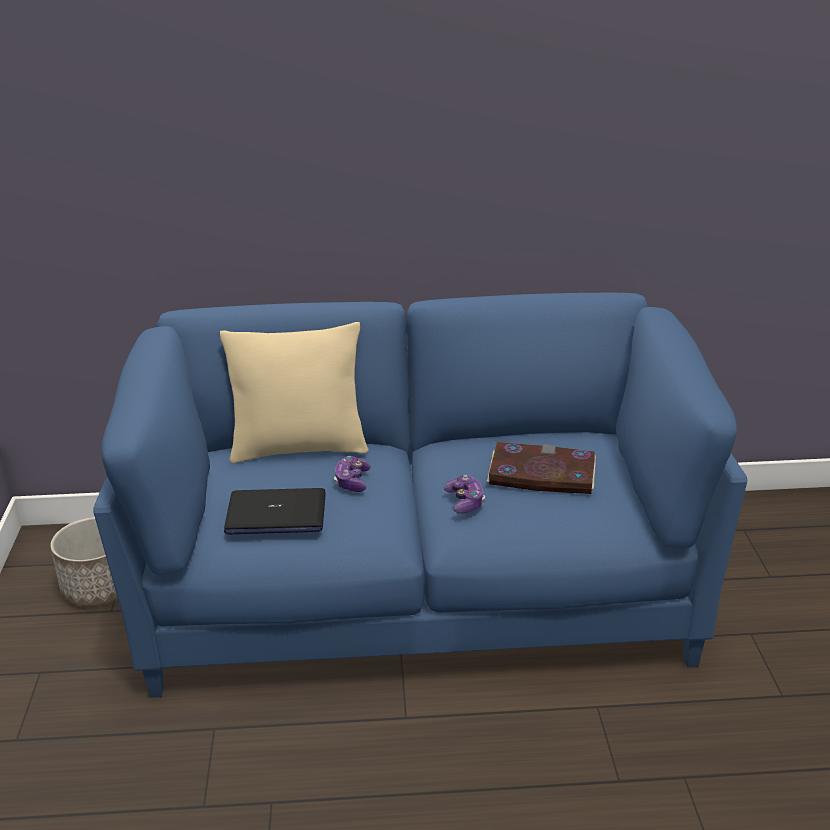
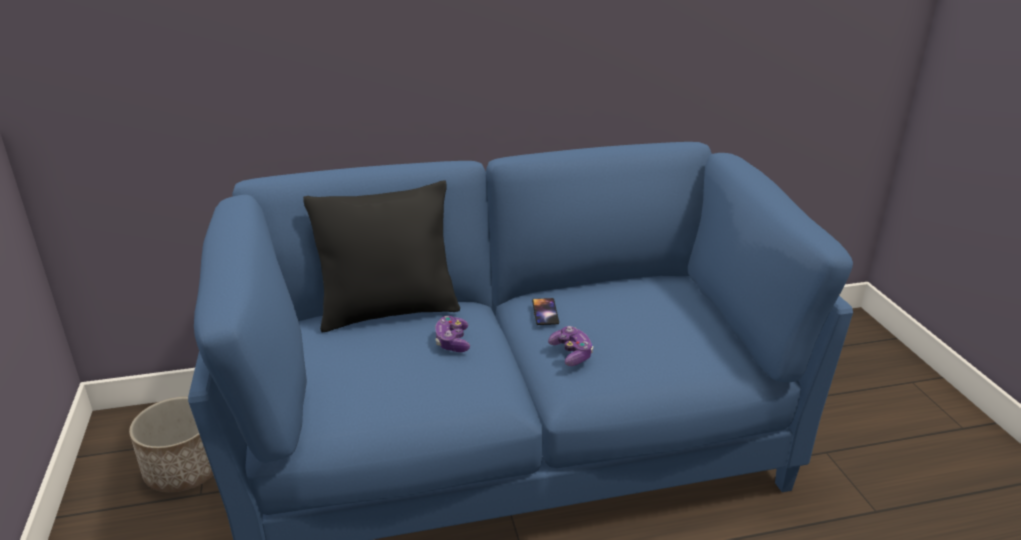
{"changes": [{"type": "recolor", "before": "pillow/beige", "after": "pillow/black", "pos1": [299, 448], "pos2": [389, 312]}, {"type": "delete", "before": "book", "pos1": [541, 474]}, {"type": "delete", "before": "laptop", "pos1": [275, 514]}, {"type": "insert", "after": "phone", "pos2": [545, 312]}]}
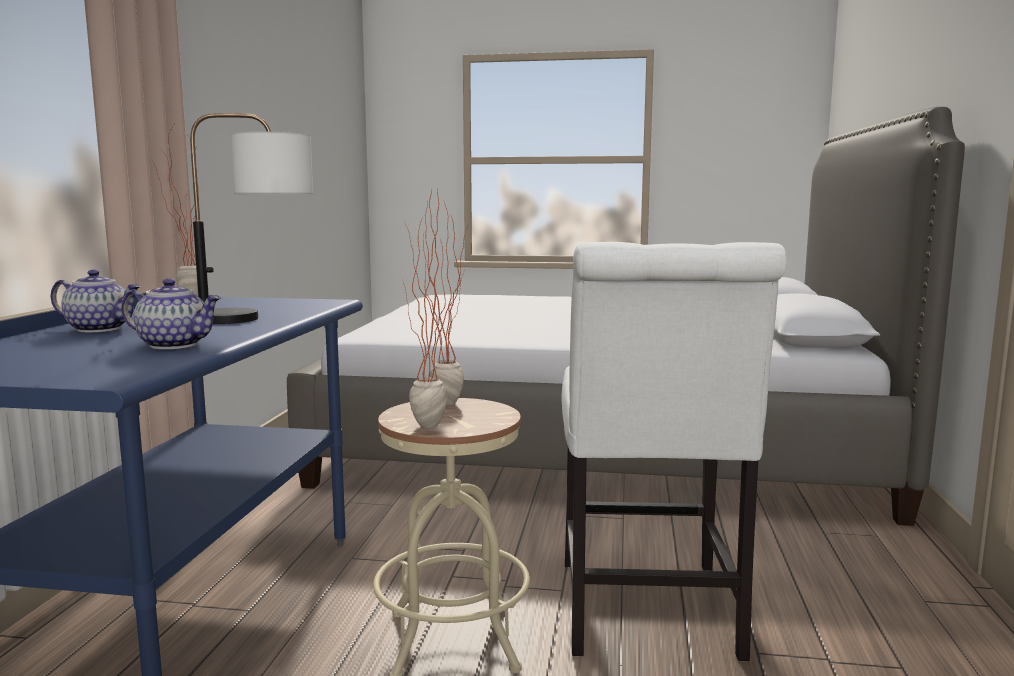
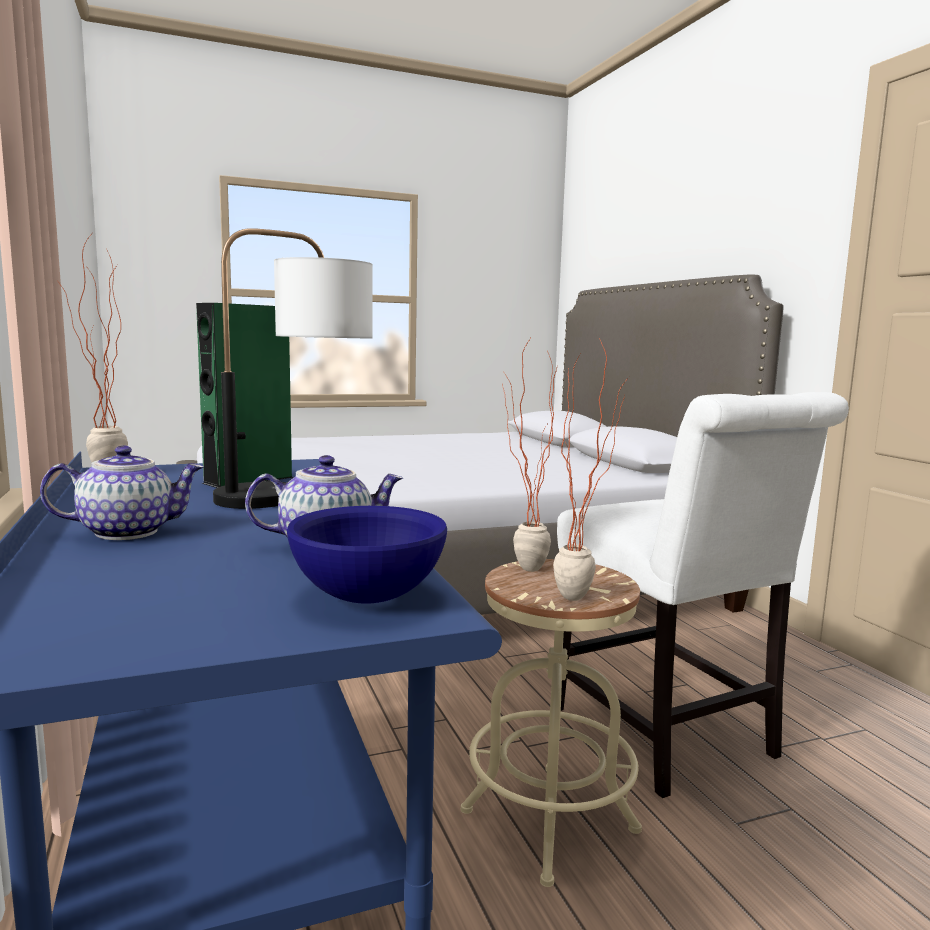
{"changes": [{"type": "insert", "after": "speaker/green", "pos2": [248, 480]}, {"type": "insert", "after": "bowl/blue", "pos2": [366, 596]}]}
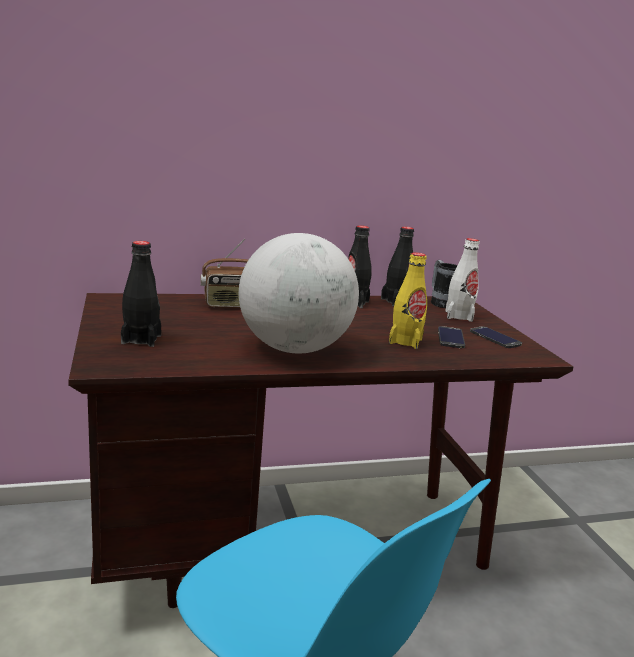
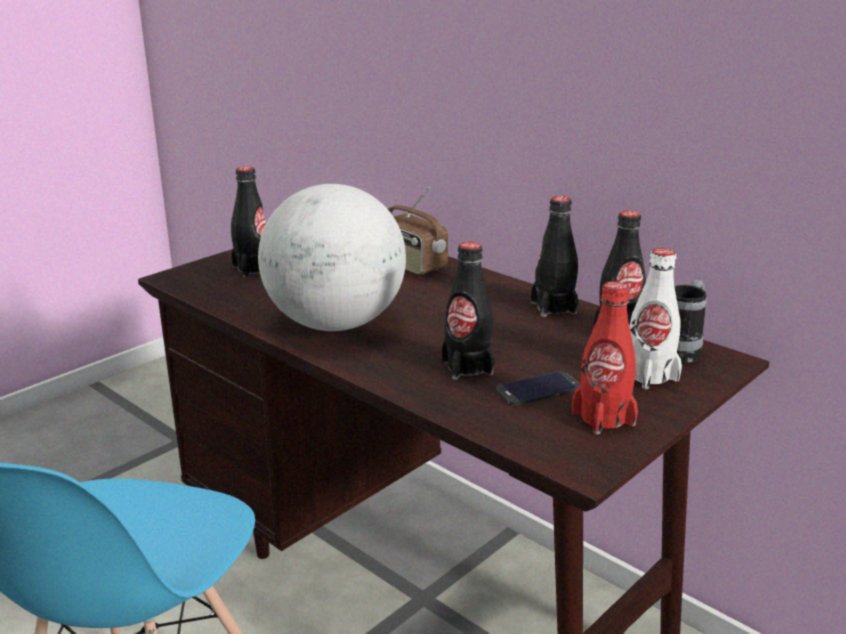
{"changes": [{"type": "recolor", "before": "bottle/yellow", "after": "bottle/black", "pos1": [405, 341], "pos2": [467, 367]}, {"type": "replace", "before": "phone", "after": "bottle/red", "pos1": [495, 338], "pos2": [603, 418]}]}
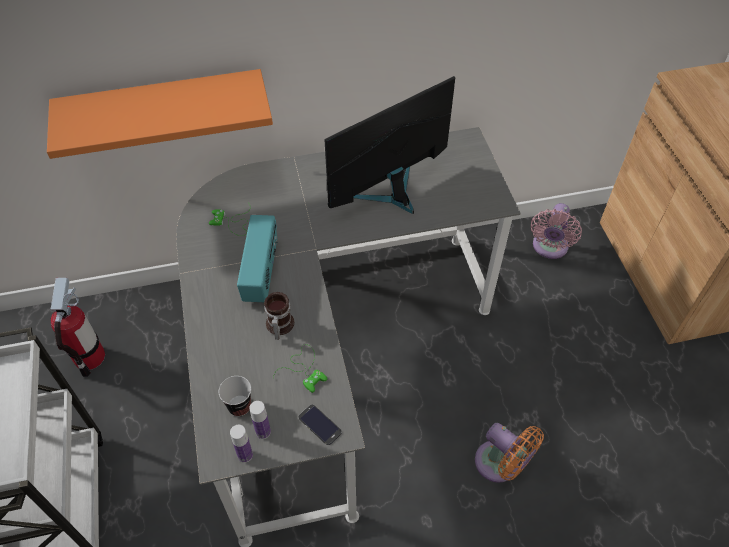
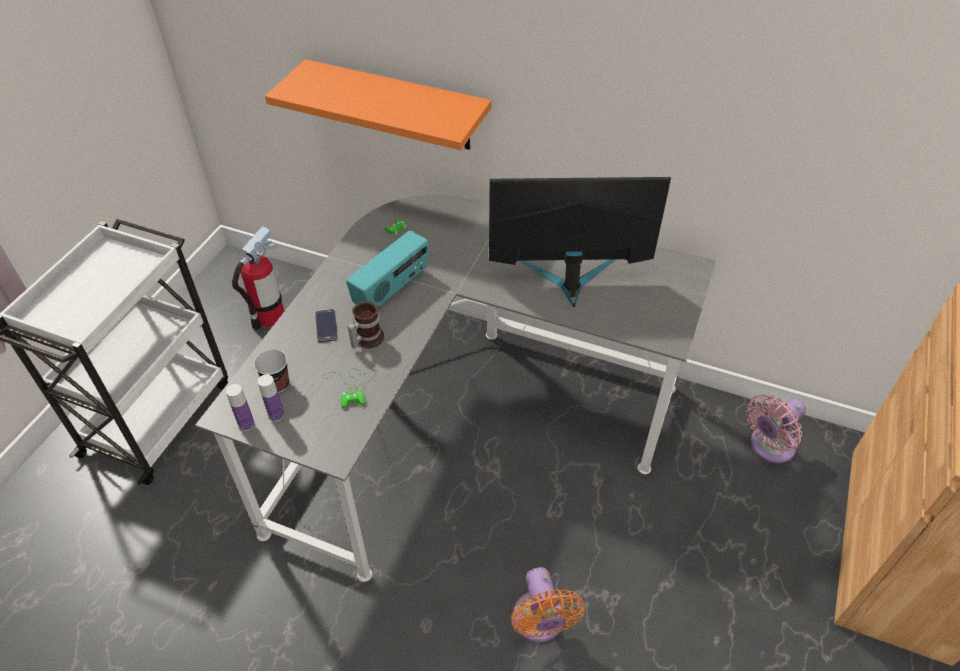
{"changes": [{"type": "move", "before": "phone", "pos1": [319, 425], "pos2": [326, 326]}]}
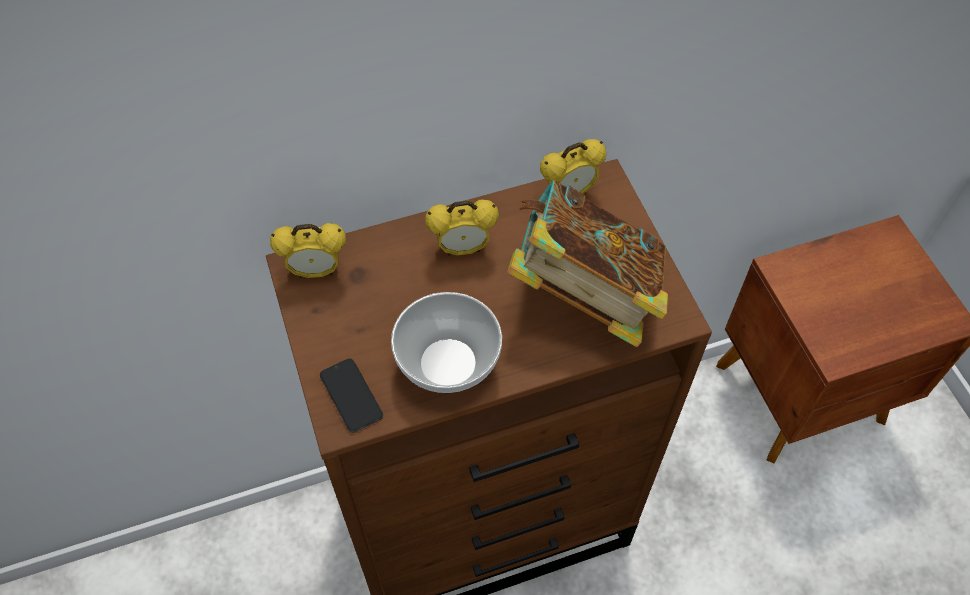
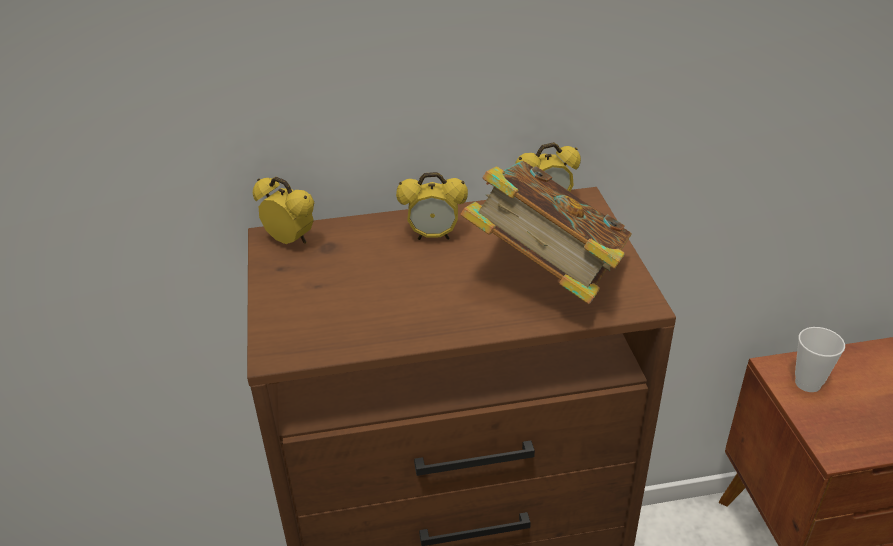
{"changes": [{"type": "rotate", "before": "alarm clock", "pos1": [316, 271], "pos2": [290, 241], "turn": -150}, {"type": "delete", "before": "bowl", "pos1": [450, 364]}, {"type": "delete", "before": "phone", "pos1": [351, 395]}, {"type": "insert", "after": "cup", "pos2": [808, 383]}]}
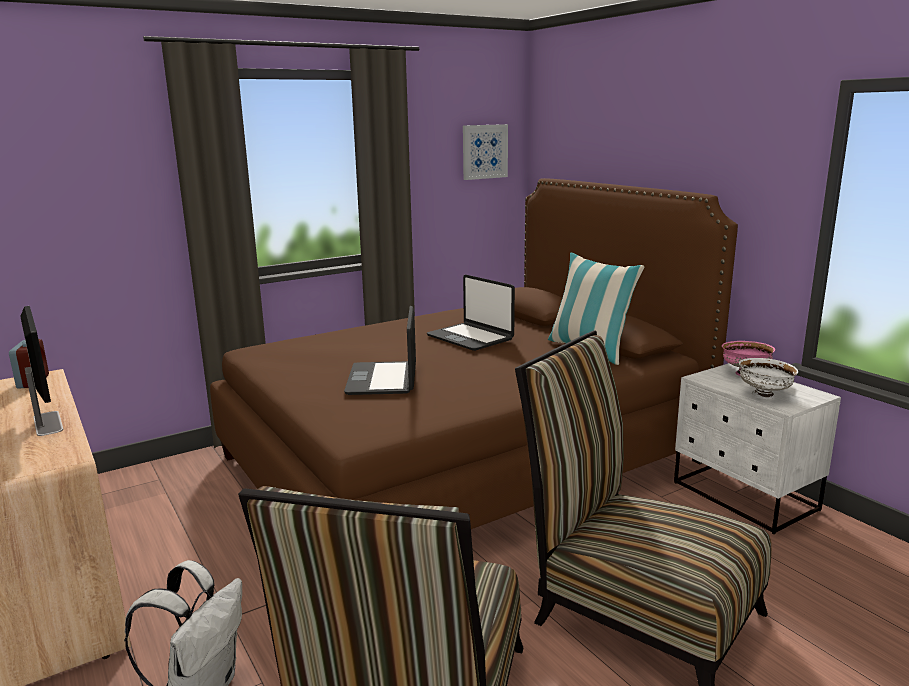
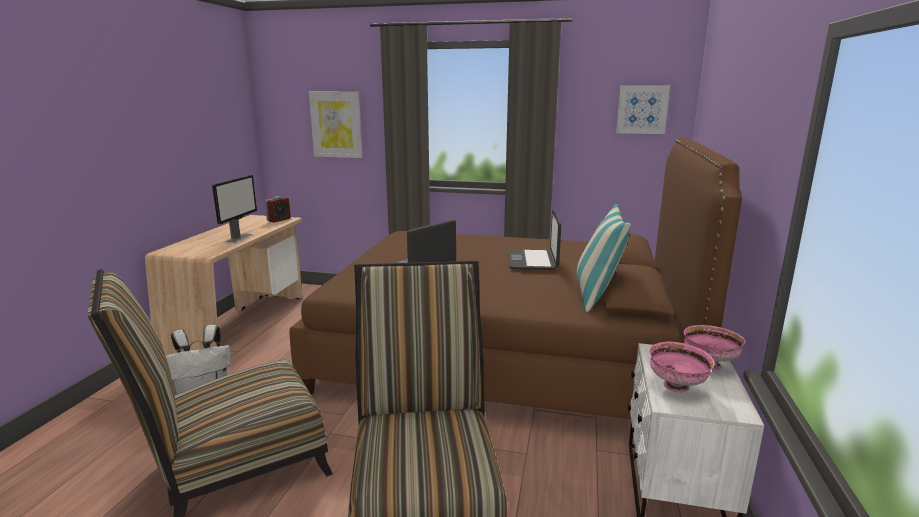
{"changes": [{"type": "recolor", "before": "bowl/white", "after": "bowl/pink", "pos1": [764, 395], "pos2": [677, 386]}, {"type": "insert", "after": "picture", "pos2": [336, 124]}]}
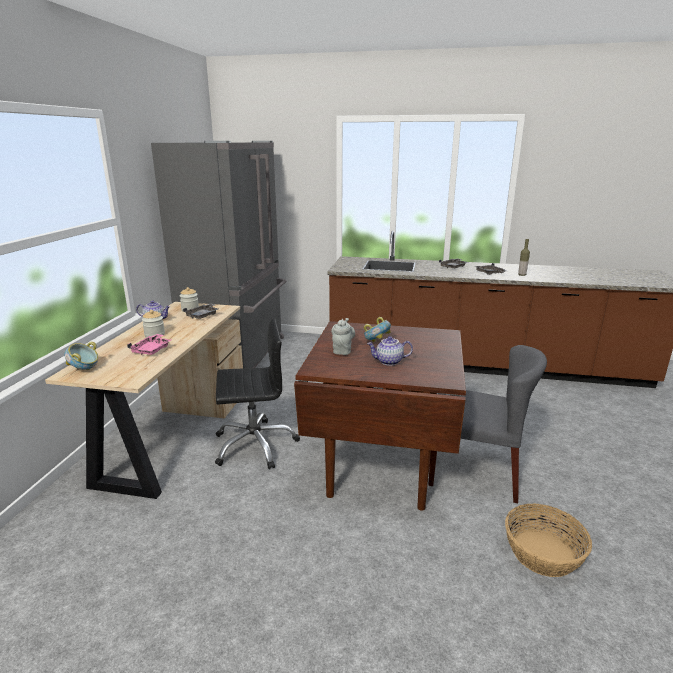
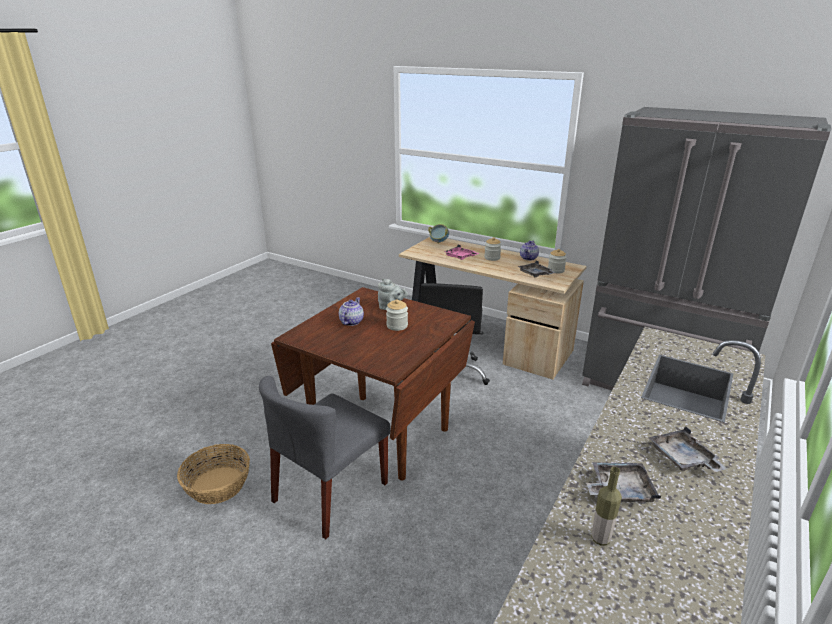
{"changes": [{"type": "replace", "before": "bowl", "after": "jar", "pos1": [376, 342], "pos2": [397, 326]}]}
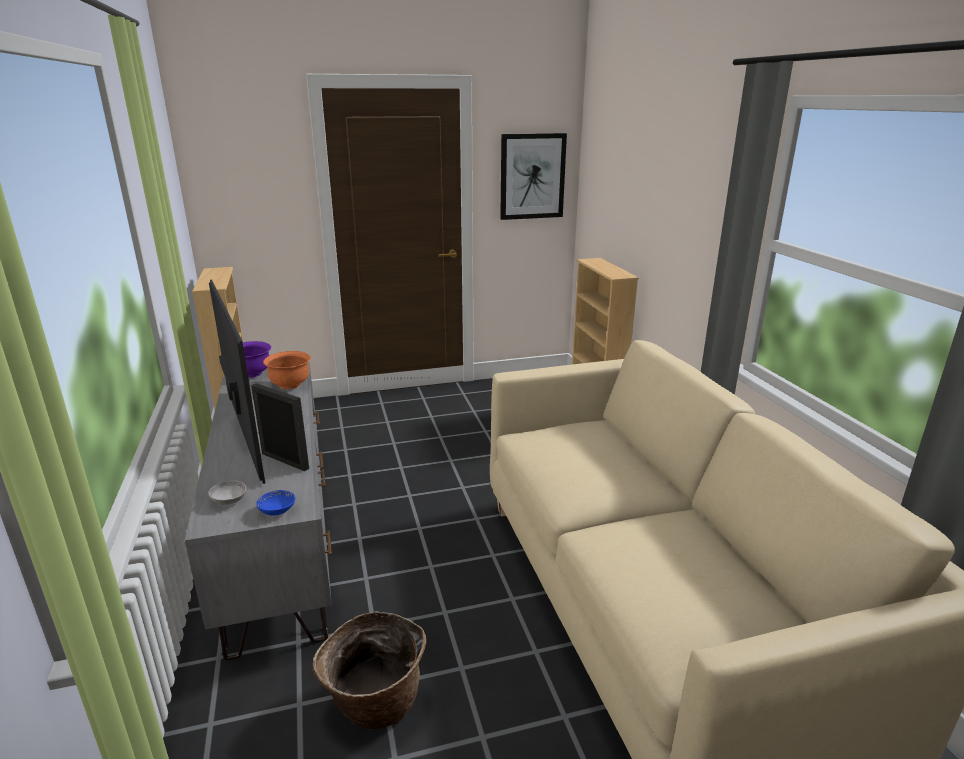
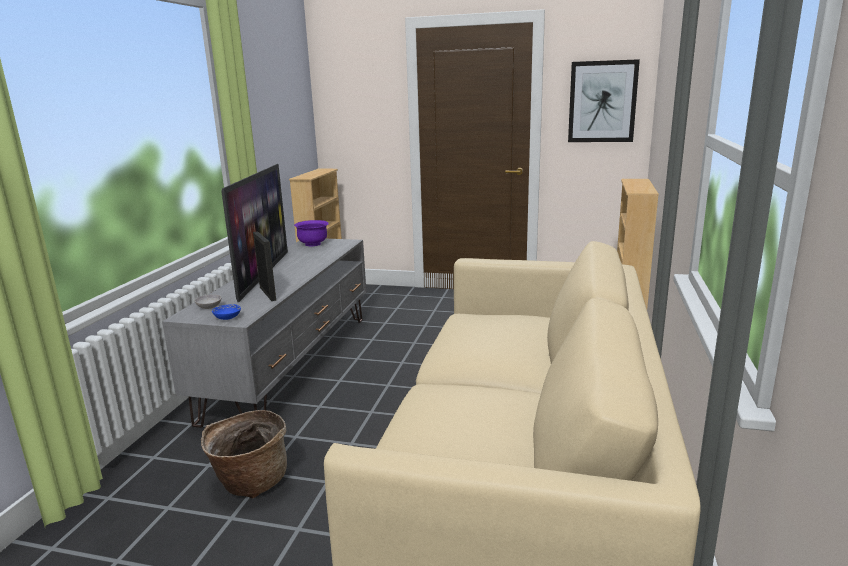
{"changes": [{"type": "delete", "before": "bowl/orange", "pos1": [290, 385]}]}
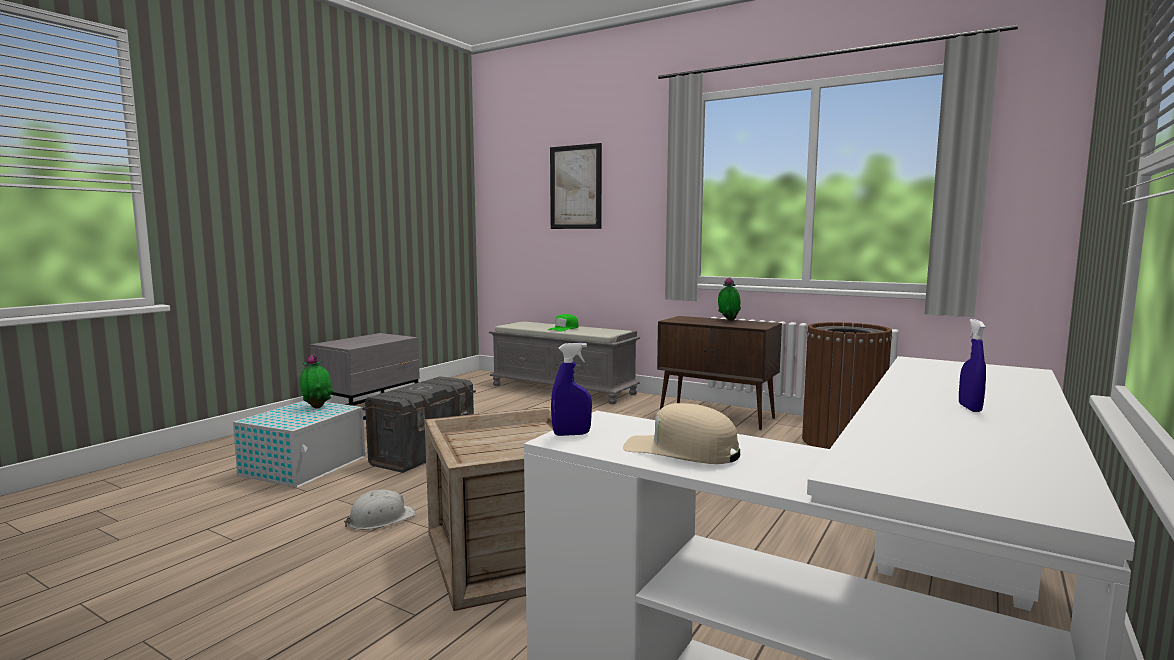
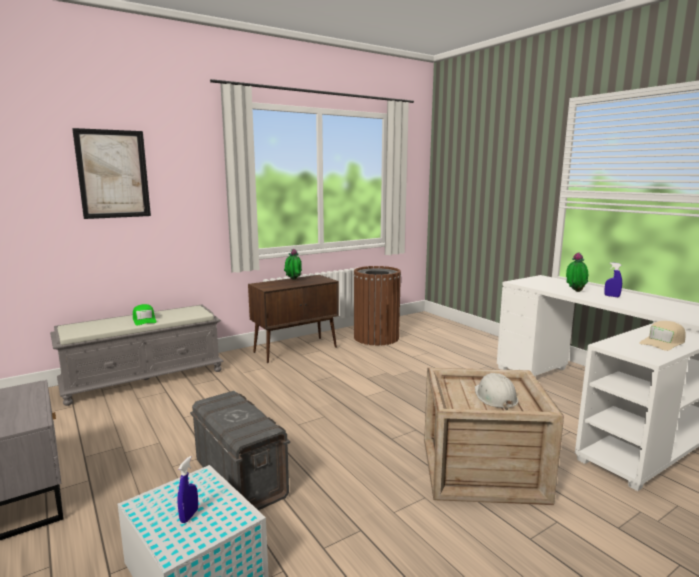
{"changes": [{"type": "move", "before": "spray bottle/blue", "pos1": [571, 434], "pos2": [189, 516]}, {"type": "move", "before": "potted plant", "pos1": [317, 407], "pos2": [575, 291]}, {"type": "move", "before": "hard hat/white", "pos1": [380, 519], "pos2": [495, 397]}]}
